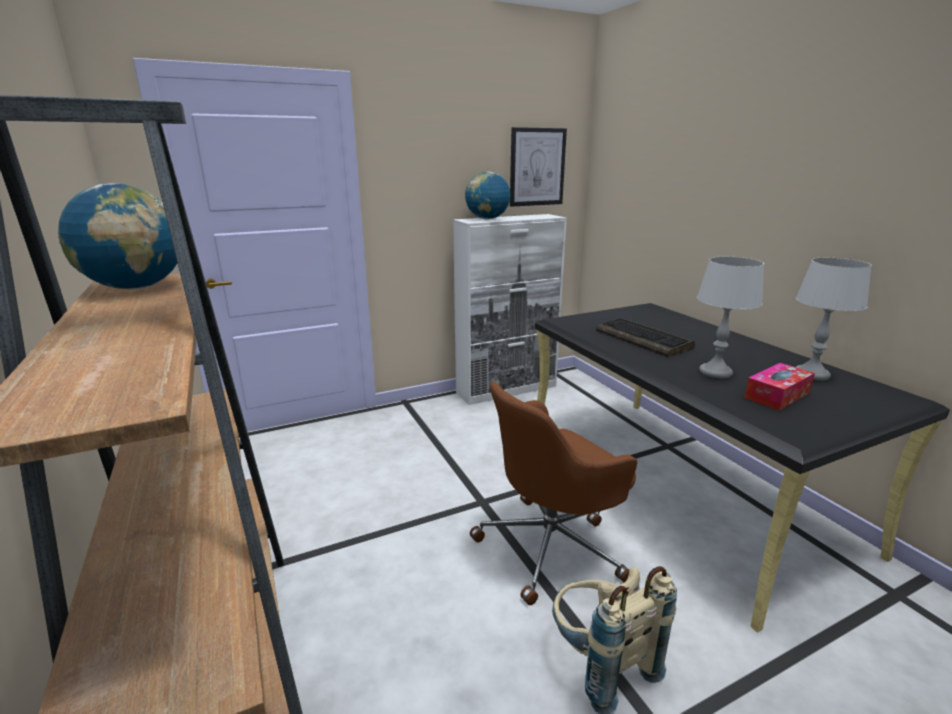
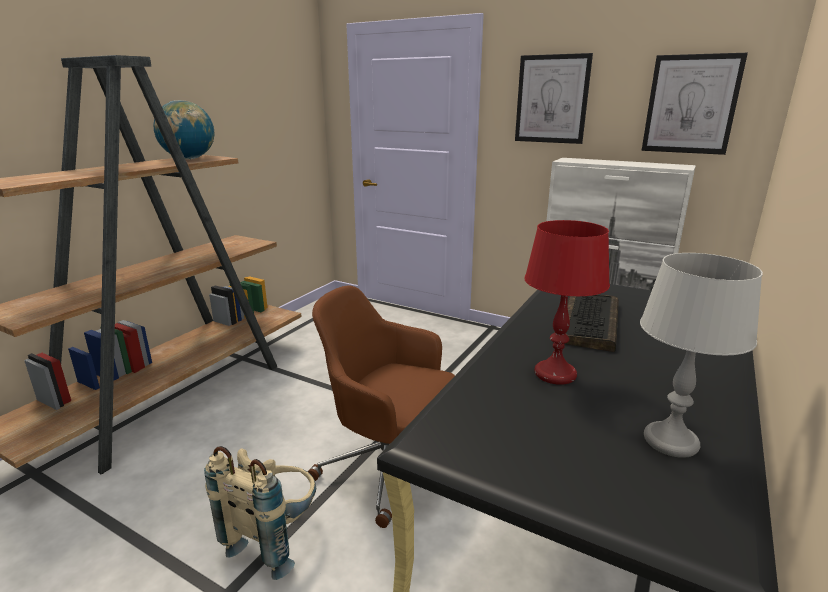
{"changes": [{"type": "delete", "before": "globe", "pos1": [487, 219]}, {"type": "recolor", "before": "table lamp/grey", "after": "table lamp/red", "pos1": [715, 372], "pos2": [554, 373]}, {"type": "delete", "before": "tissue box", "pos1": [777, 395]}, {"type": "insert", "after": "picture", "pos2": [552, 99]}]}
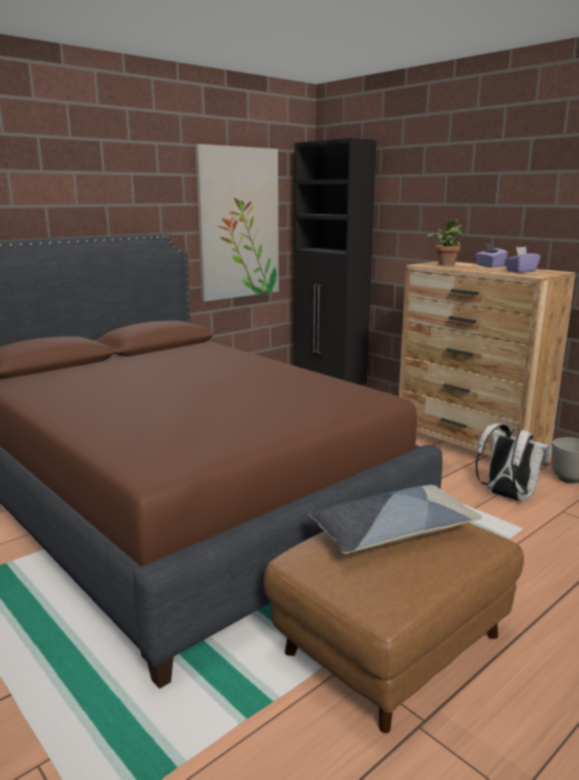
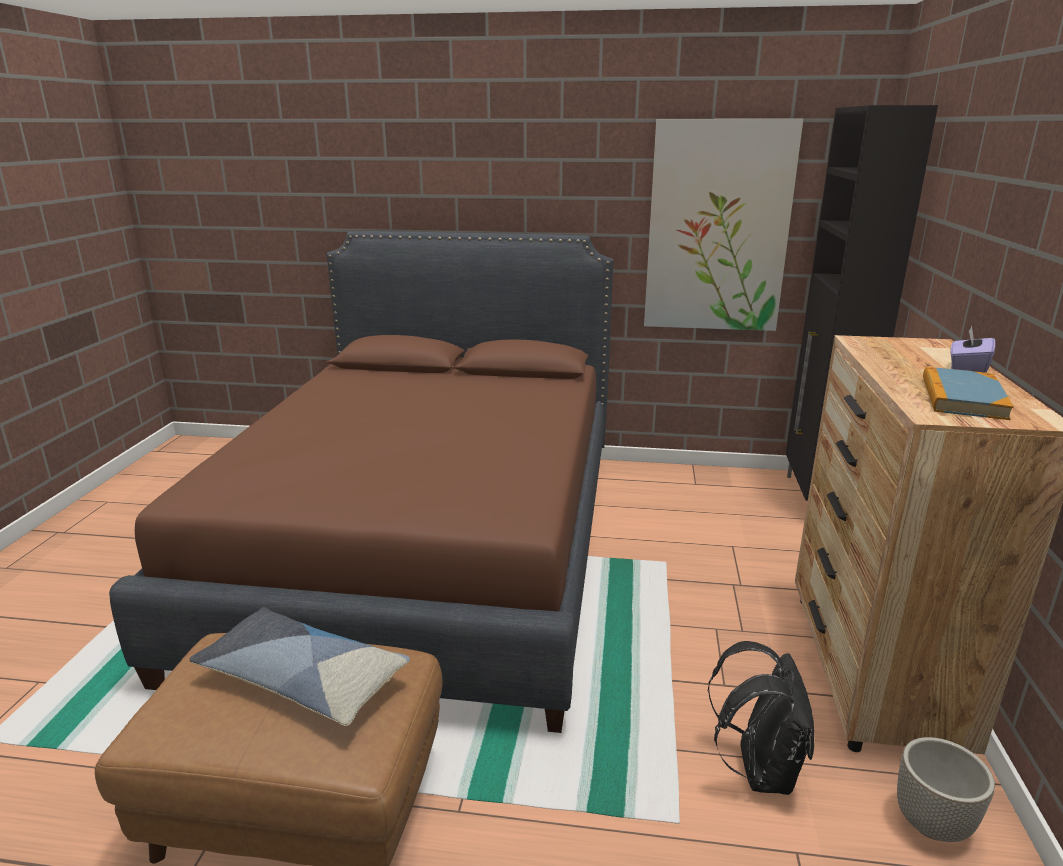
{"changes": [{"type": "delete", "before": "potted plant", "pos1": [445, 264]}, {"type": "replace", "before": "tissue box/purple", "after": "book", "pos1": [520, 271], "pos2": [962, 398]}, {"type": "recolor", "before": "backpack/white", "after": "backpack/black", "pos1": [506, 496], "pos2": [759, 769]}]}
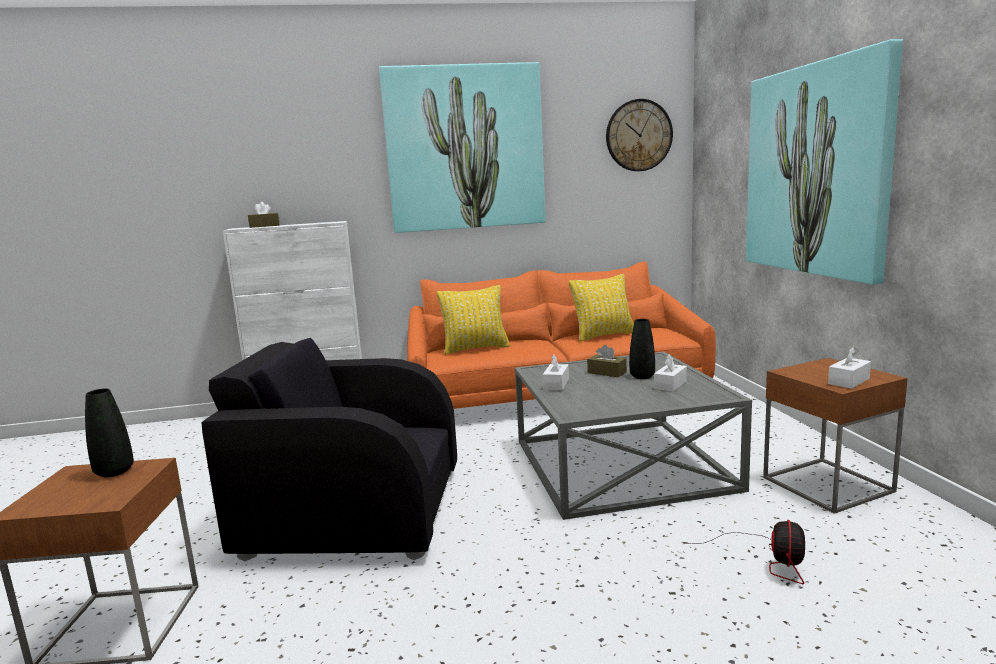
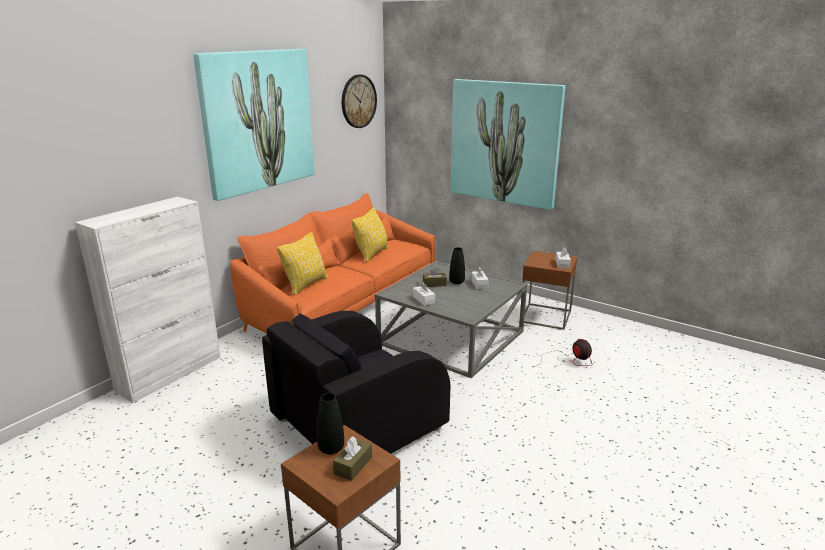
{"changes": [{"type": "move", "before": "tissue box/brown", "pos1": [264, 226], "pos2": [353, 465]}]}
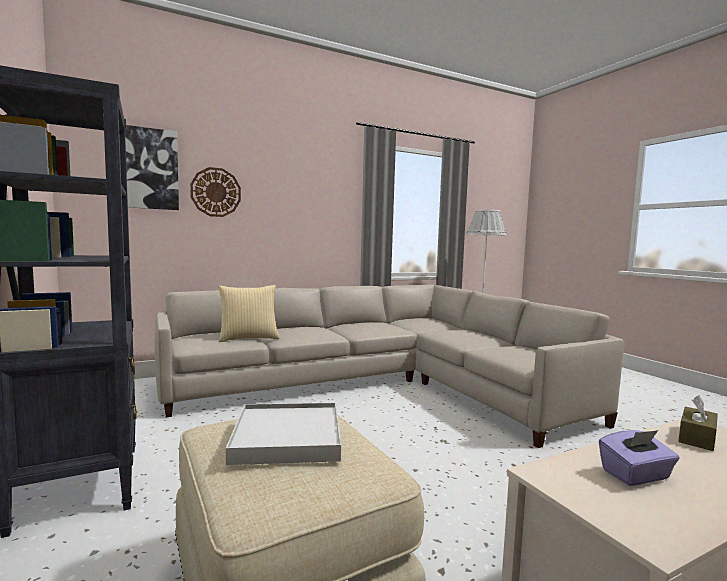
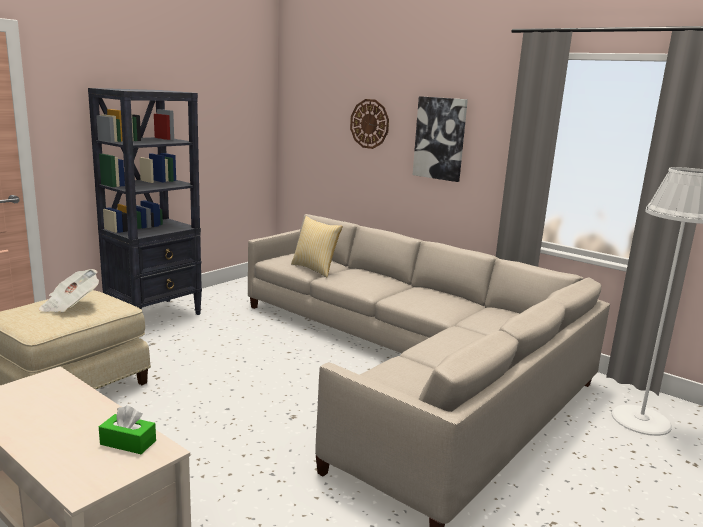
{"changes": [{"type": "move", "before": "picture", "pos1": [149, 169], "pos2": [440, 138]}, {"type": "recolor", "before": "tissue box/brown", "after": "tissue box/green", "pos1": [697, 438], "pos2": [128, 442]}, {"type": "replace", "before": "tray/white", "after": "newspaper", "pos1": [288, 437], "pos2": [70, 305]}, {"type": "delete", "before": "tissue box/purple", "pos1": [636, 475]}]}
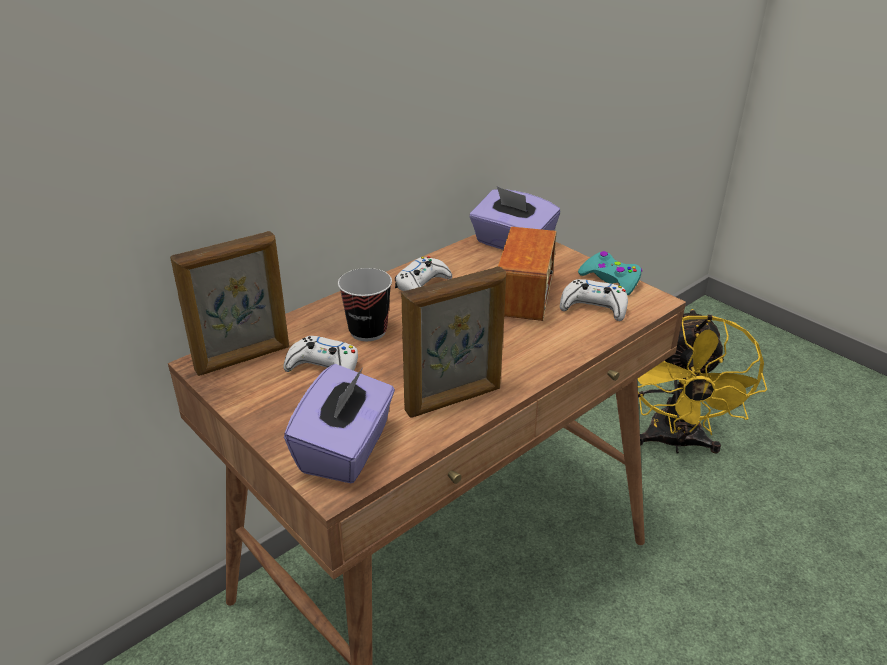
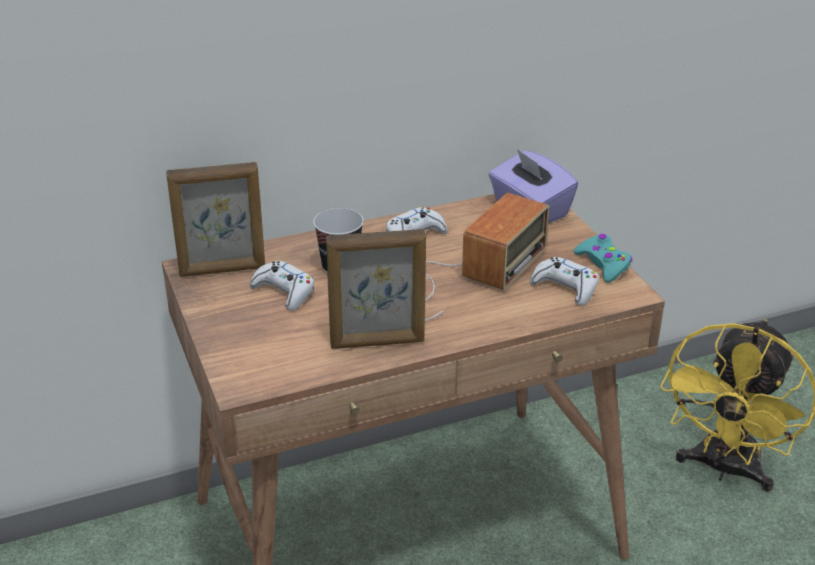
{"changes": [{"type": "delete", "before": "tissue box/purple", "pos1": [346, 449]}]}
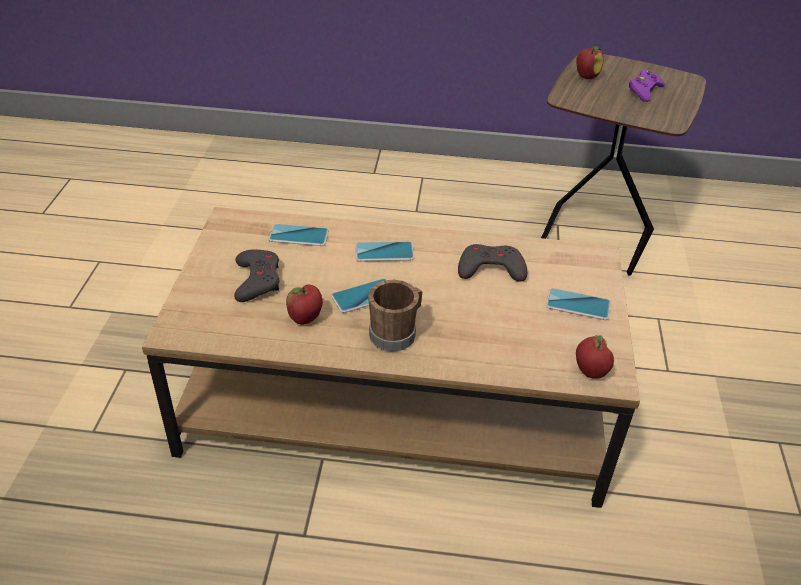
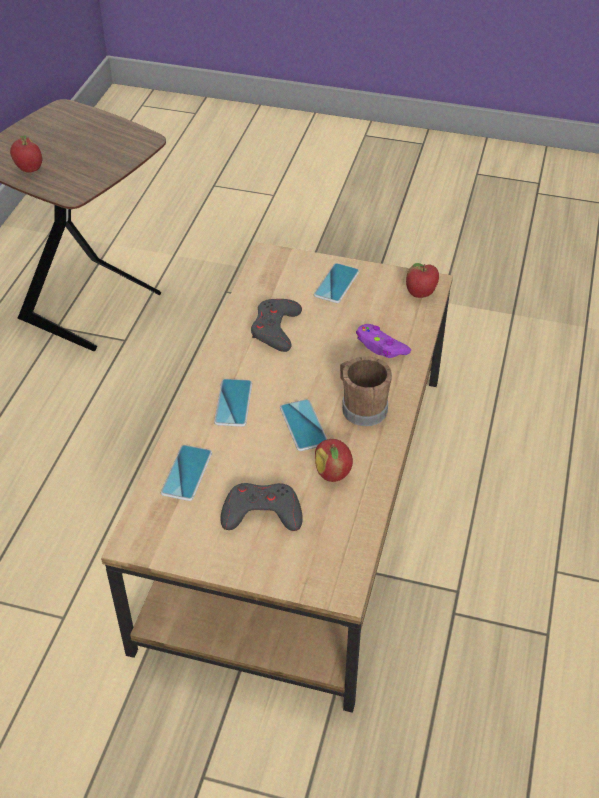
{"changes": [{"type": "move", "before": "game controller/purple", "pos1": [644, 91], "pos2": [381, 346]}]}
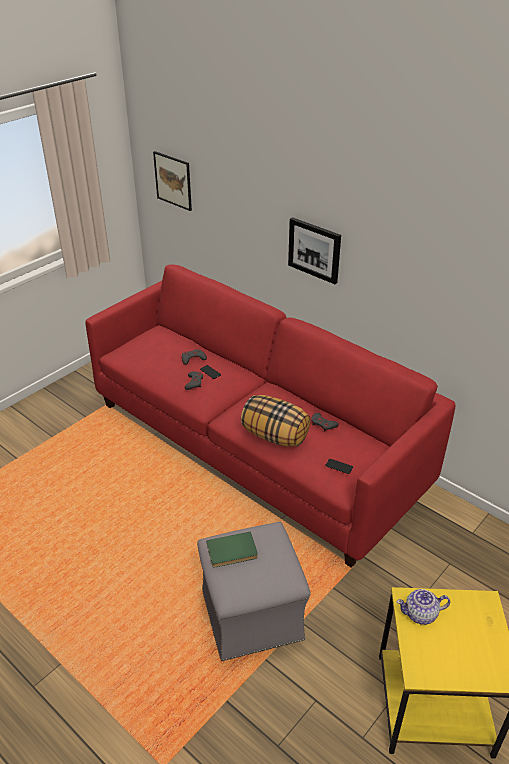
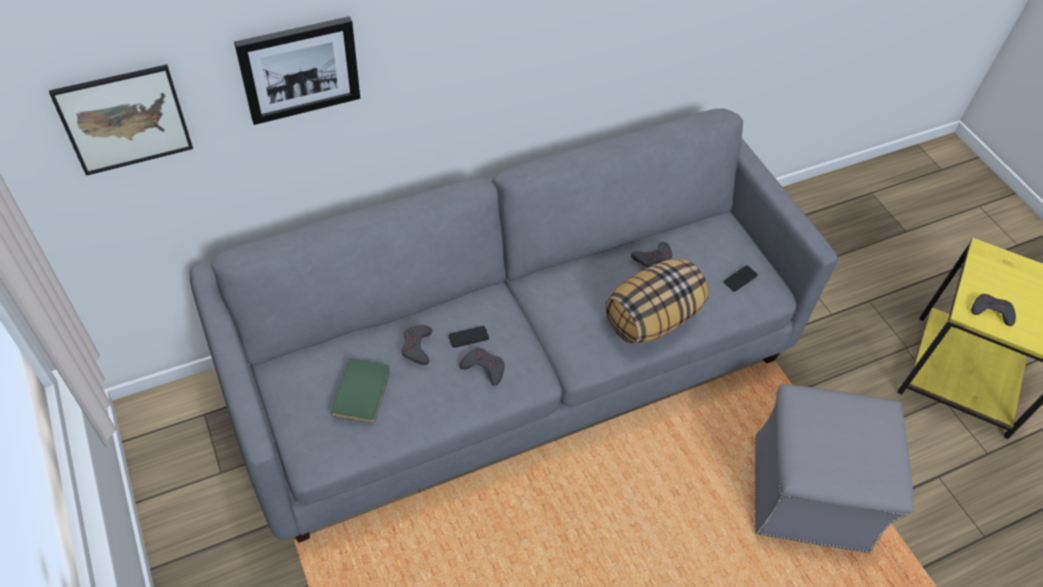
{"changes": [{"type": "move", "before": "picture", "pos1": [314, 250], "pos2": [299, 69]}, {"type": "recolor", "before": "sofa/red", "after": "sofa/grey", "pos1": [255, 444], "pos2": [514, 367]}, {"type": "move", "before": "book/green", "pos1": [232, 552], "pos2": [364, 392]}, {"type": "replace", "before": "teapot", "after": "game controller/grey", "pos1": [421, 614], "pos2": [991, 311]}]}
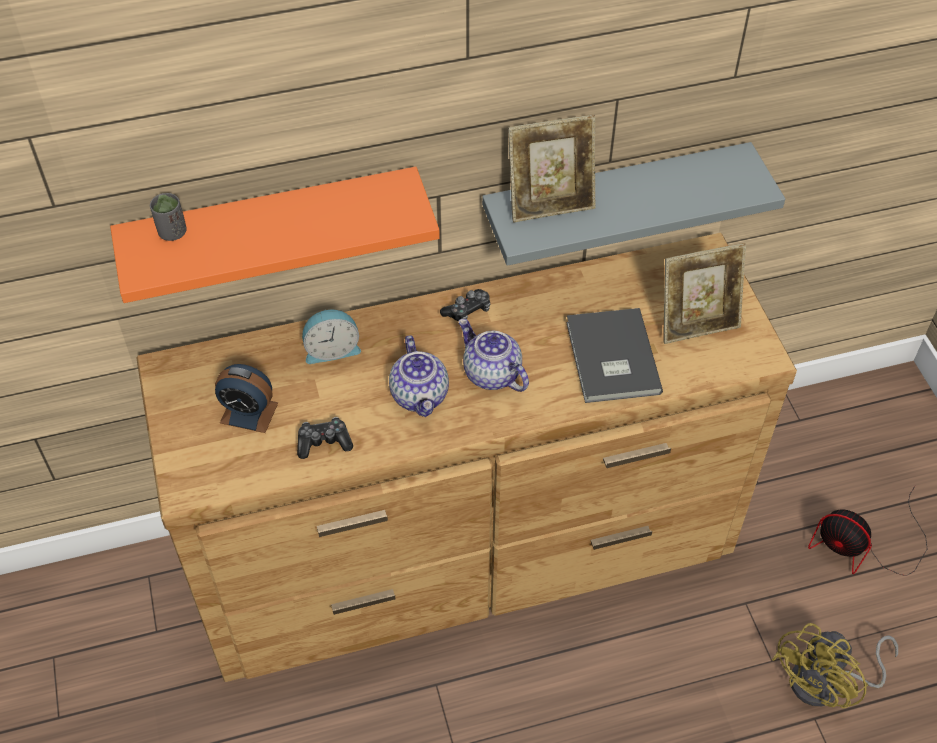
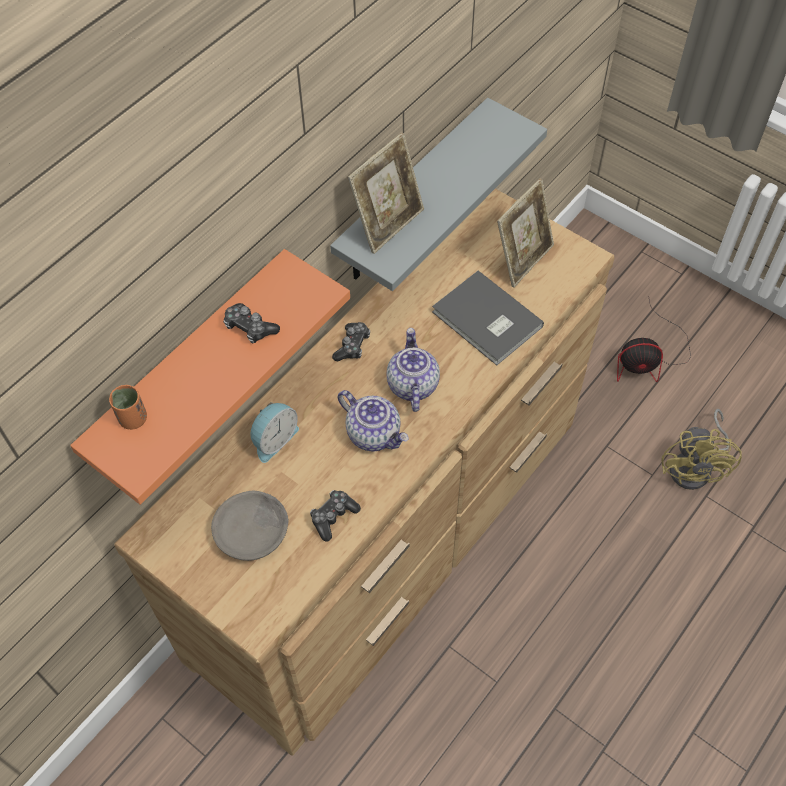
{"changes": [{"type": "recolor", "before": "cup/grey", "after": "cup/orange", "pos1": [172, 232], "pos2": [133, 419]}, {"type": "rotate", "before": "teapot", "pos1": [491, 374], "pos2": [412, 384], "turn": 75}, {"type": "replace", "before": "alarm clock", "after": "bowl/grey", "pos1": [249, 413], "pos2": [253, 531]}, {"type": "insert", "after": "game controller", "pos2": [250, 328]}]}
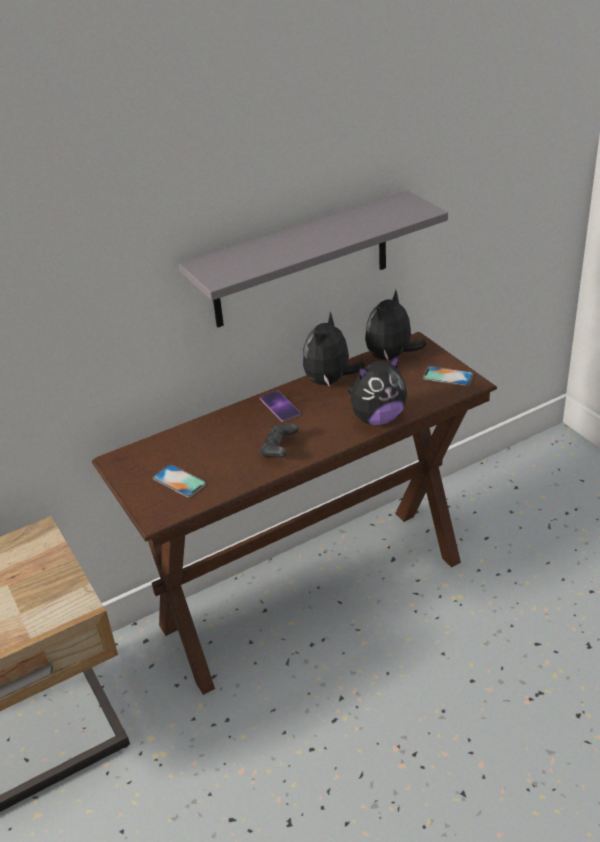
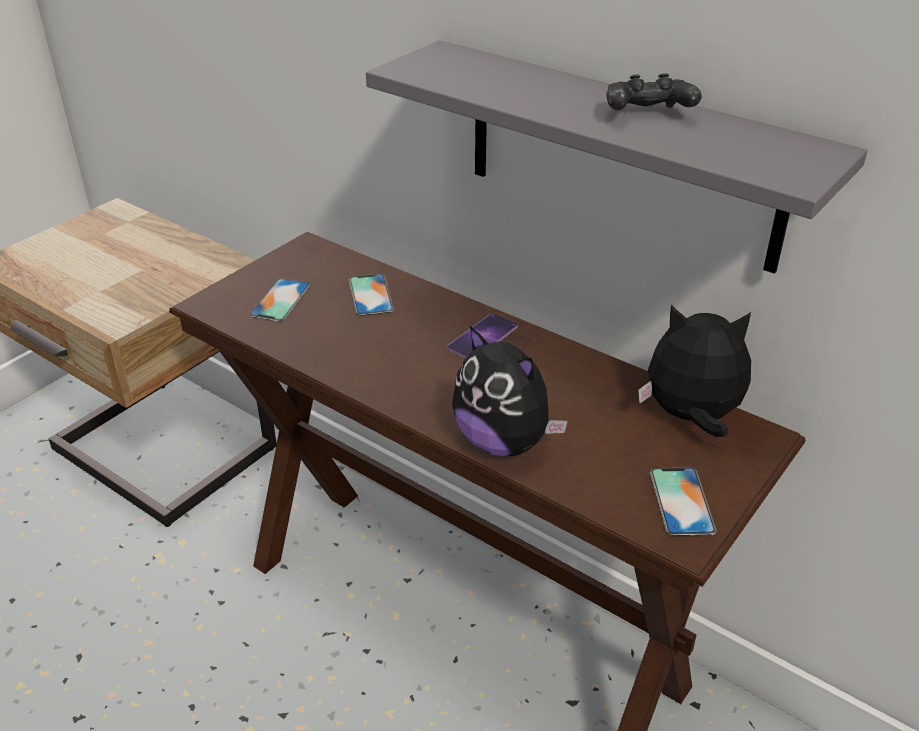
{"changes": [{"type": "delete", "before": "plush toy", "pos1": [330, 381]}, {"type": "move", "before": "game controller/black", "pos1": [279, 450], "pos2": [647, 116]}, {"type": "insert", "after": "phone", "pos2": [370, 295]}]}
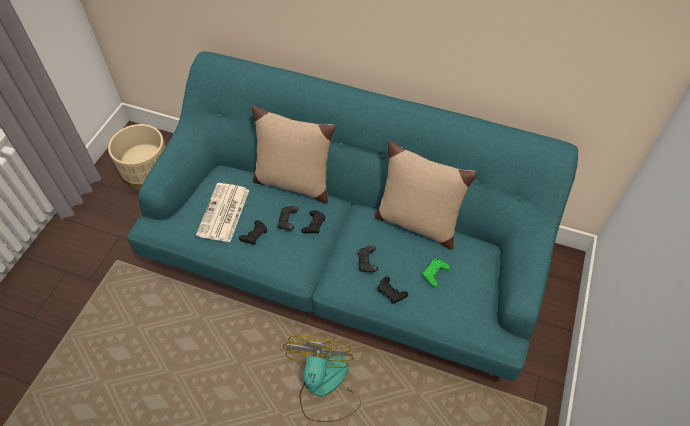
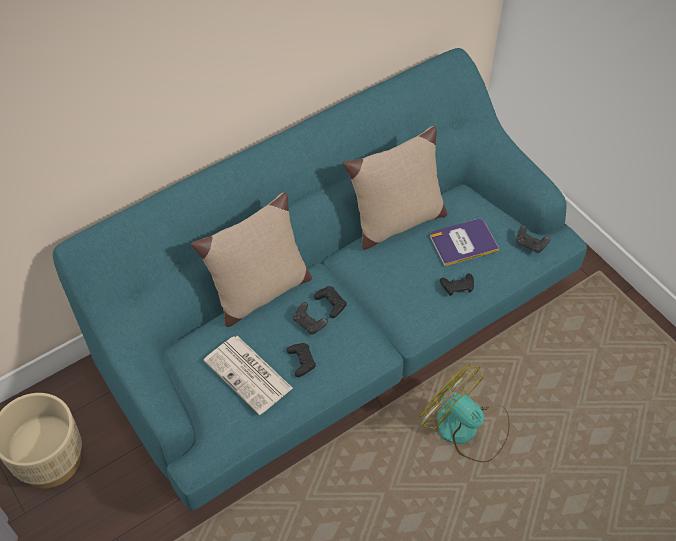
{"changes": [{"type": "move", "before": "game controller/black", "pos1": [367, 263], "pos2": [530, 244]}, {"type": "replace", "before": "game controller/green", "after": "book", "pos1": [435, 274], "pos2": [463, 242]}]}
